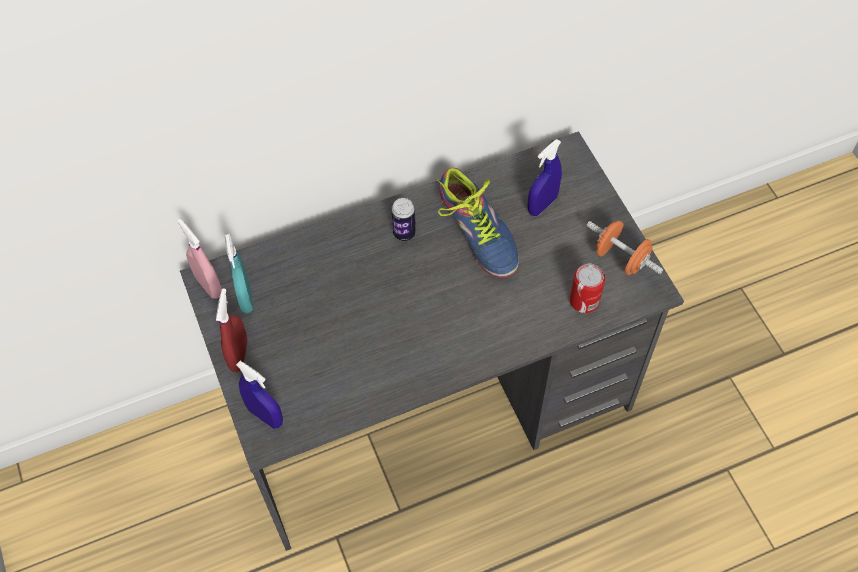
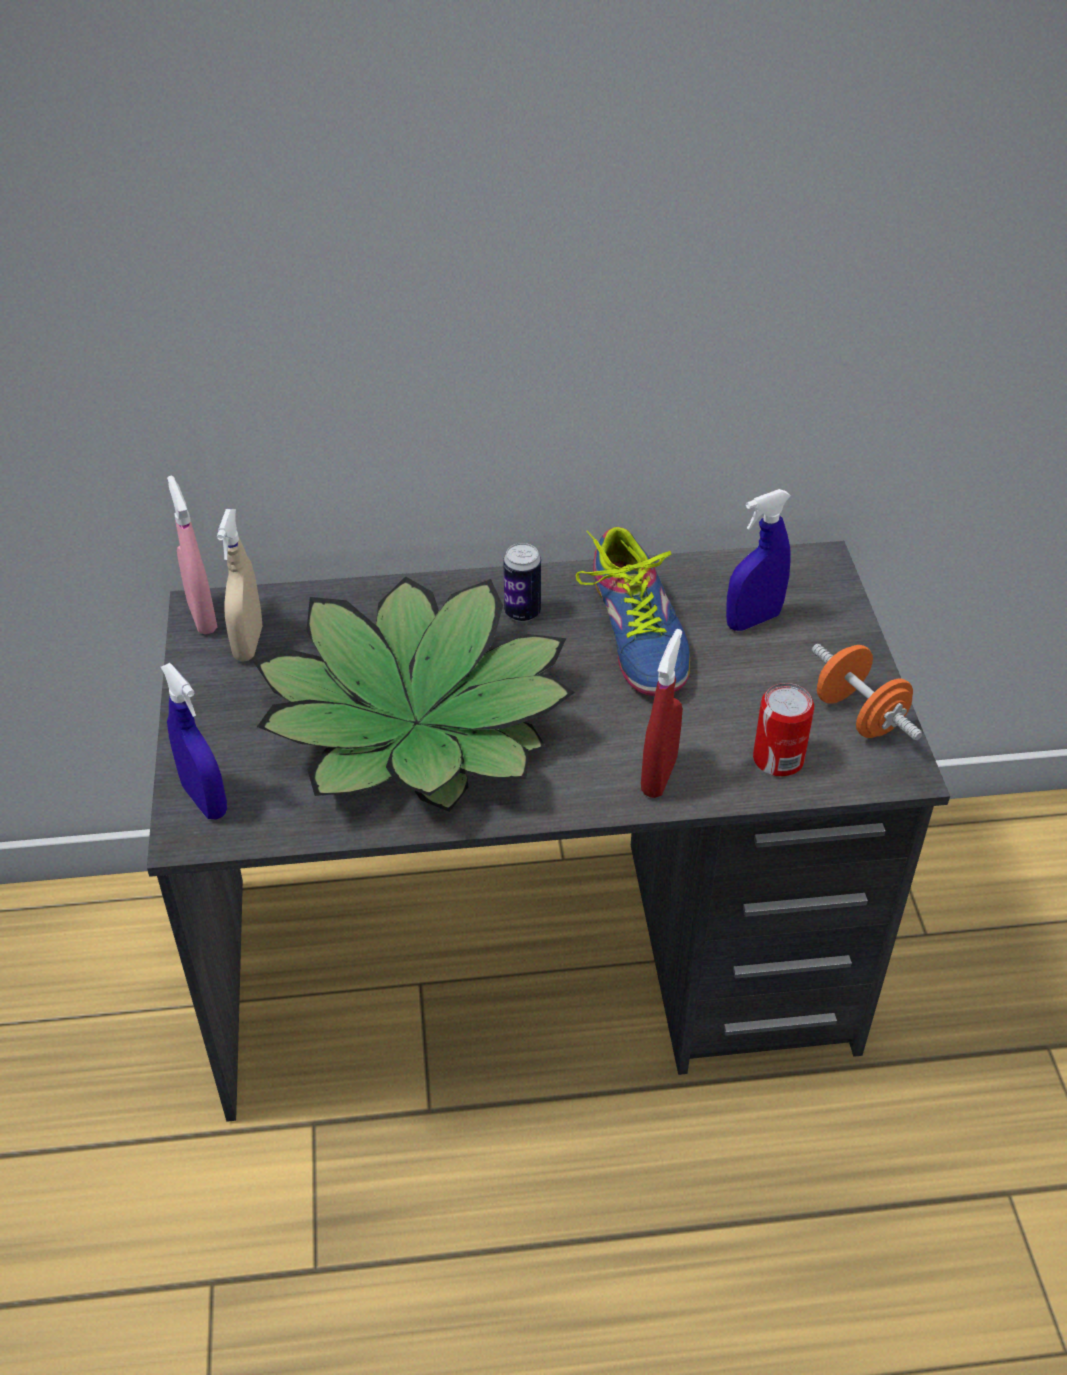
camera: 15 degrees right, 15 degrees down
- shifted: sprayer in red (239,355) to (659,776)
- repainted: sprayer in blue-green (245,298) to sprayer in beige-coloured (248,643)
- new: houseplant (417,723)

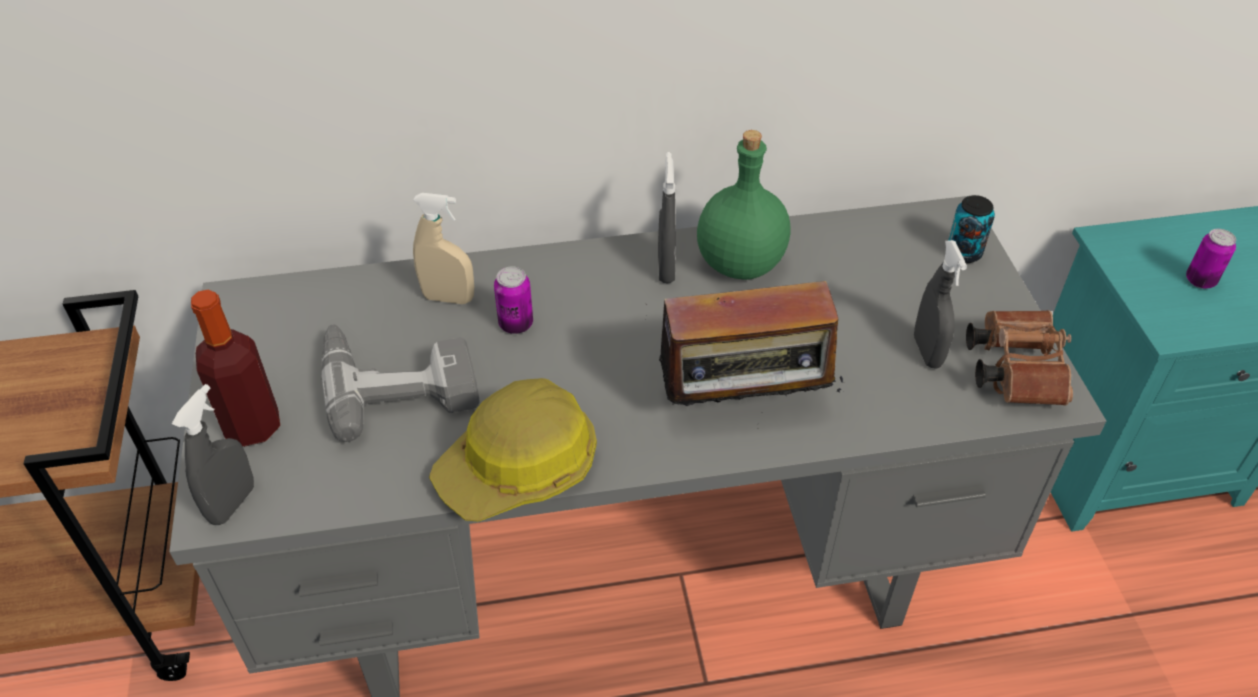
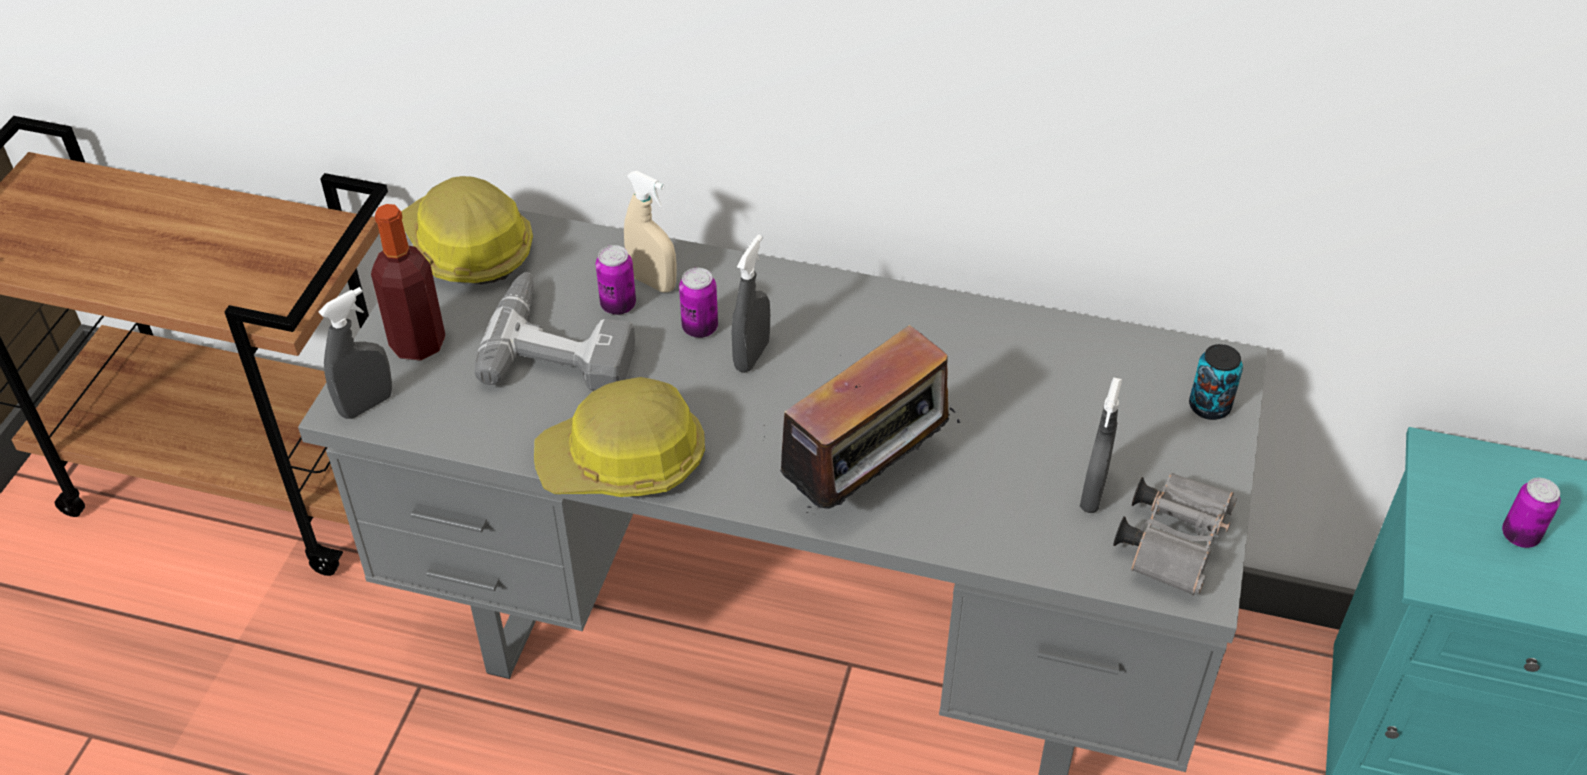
camera: 25 degrees right, 0 degrees up
- rotated: radio set (744,406) = (867,481) 60 degrees counterclockwise
- shifted: sprayer in grey (666,268) to (751,356)
- gone: drink bottle in green-coloured (739,263)
- repainted: binoculars in brownish (1013,368) to binoculars in grey (1173,541)
- new: safety helmet (467,248)
- new: metal can (618,305)

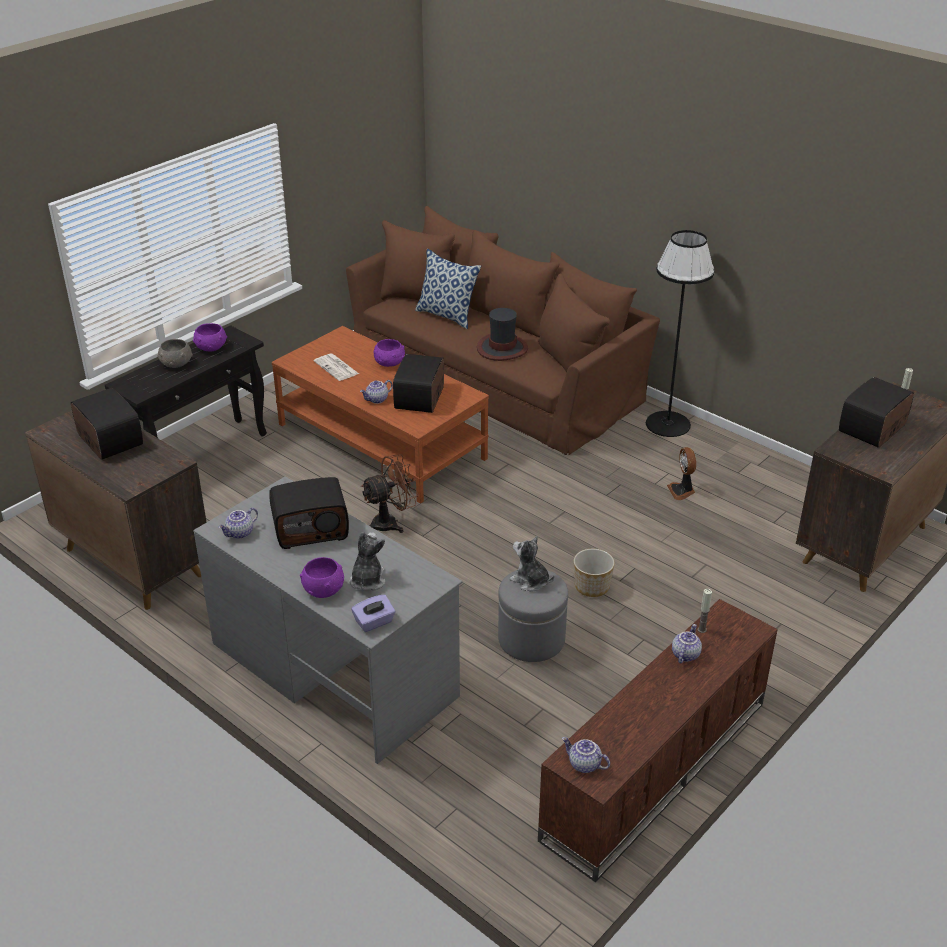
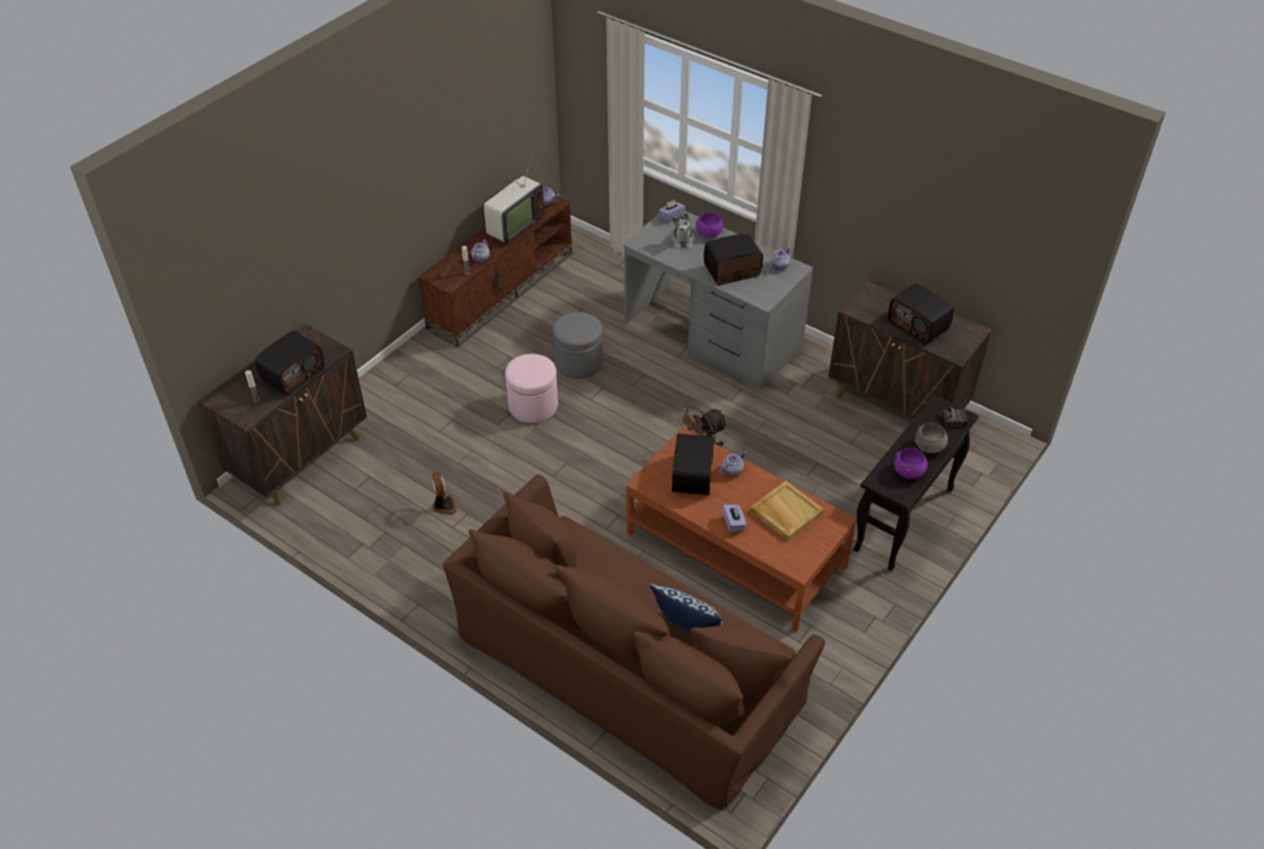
camera: 175 degrees right, 10 degrees up
- swapped: printed paper (337,368) to tray in beige-coloured (785,512)
- swapped: serving bowl in purple-coloured (389,363) to box of tissues in purple-coloured (733,523)
- gone: wearable hat (502,348)
- gone: cuddly toy (530,581)
- swapped: planter (591,587) to ottoman in pink (533,406)
- gone: floor lamp in black (668,424)
- new: TV (512,226)
- new: radio set (952,419)

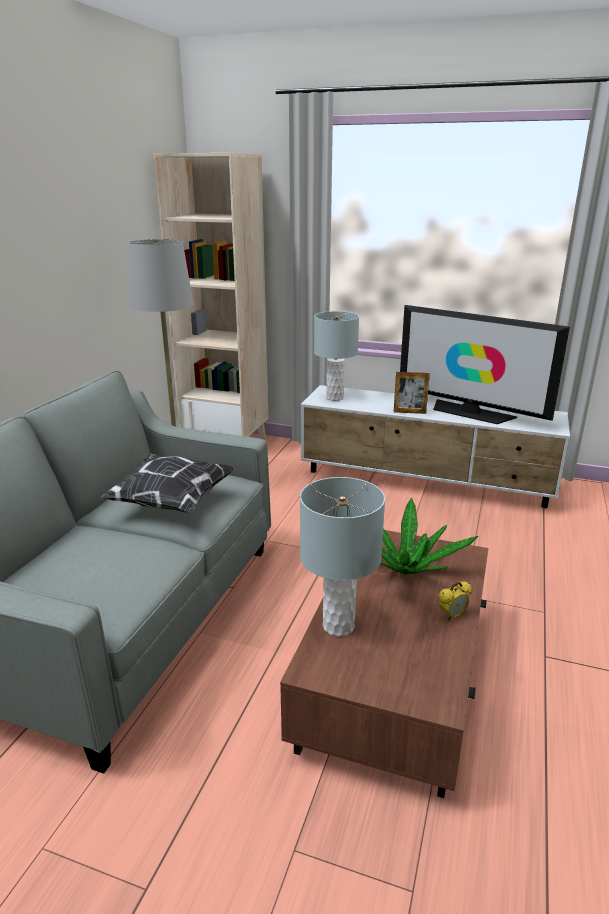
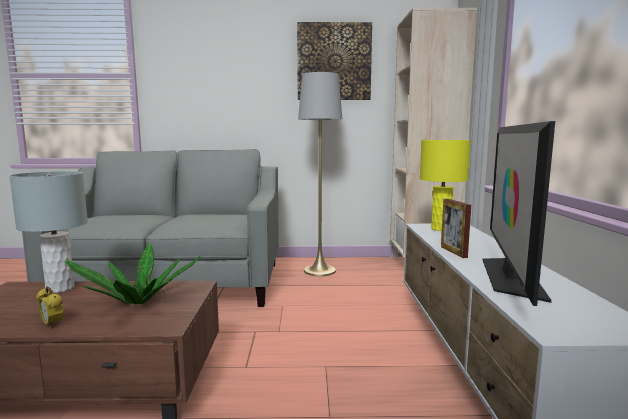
camera: 70 degrees right, 15 degrees down
- gone: throw pillow (171,501)
- repainted: table lamp in grey (335,398) to table lamp in yellow-coloured (441,229)
- new: wall art (334,62)

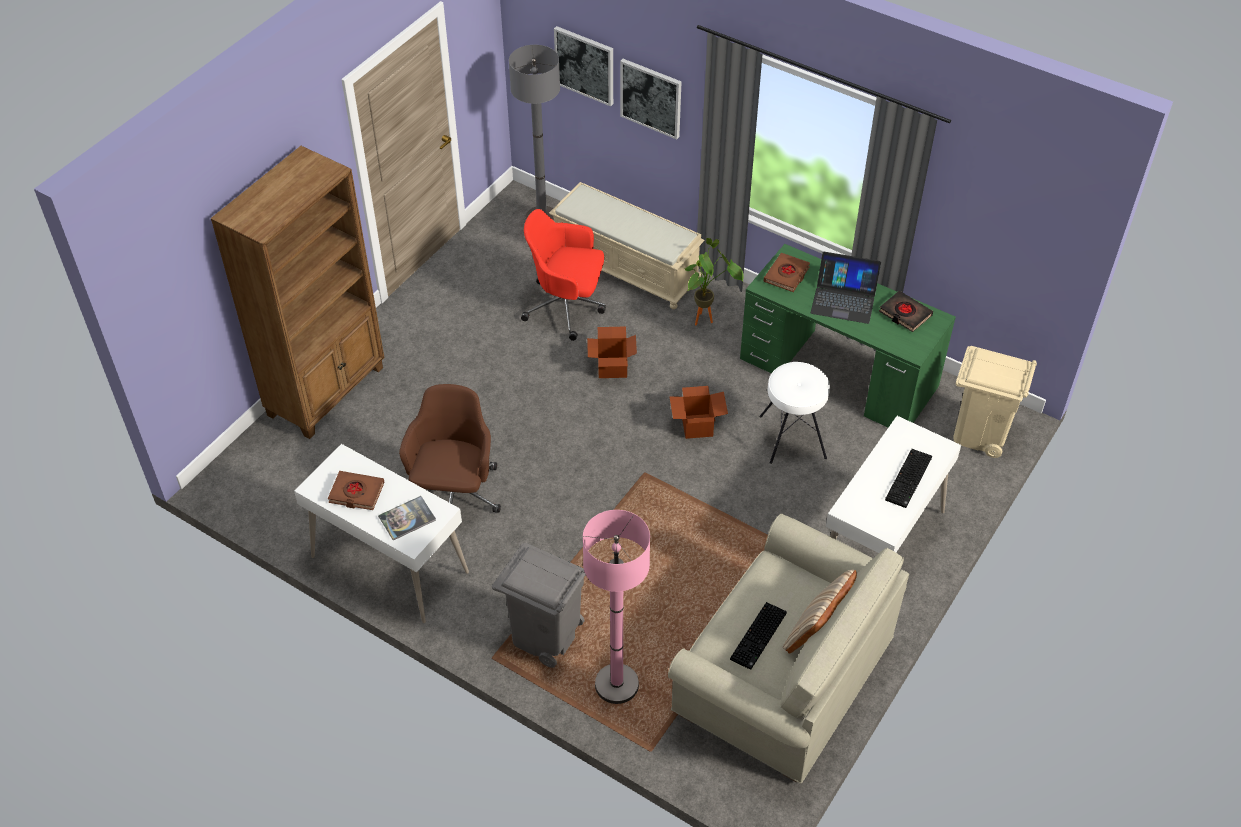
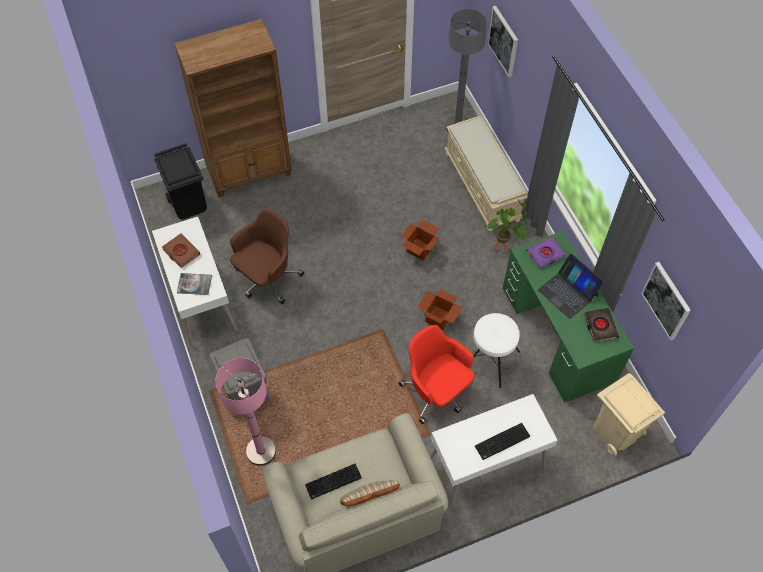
camera: 35 degrees right, 10 degrees up
- shifted: desk chair in red (567,307) to (436,392)
- shifted: wall art (651,98) to (666,300)
- repainted: book in brownish (787,275) to book in purple-coloured (545,254)
- new: waste bin in black (189,203)

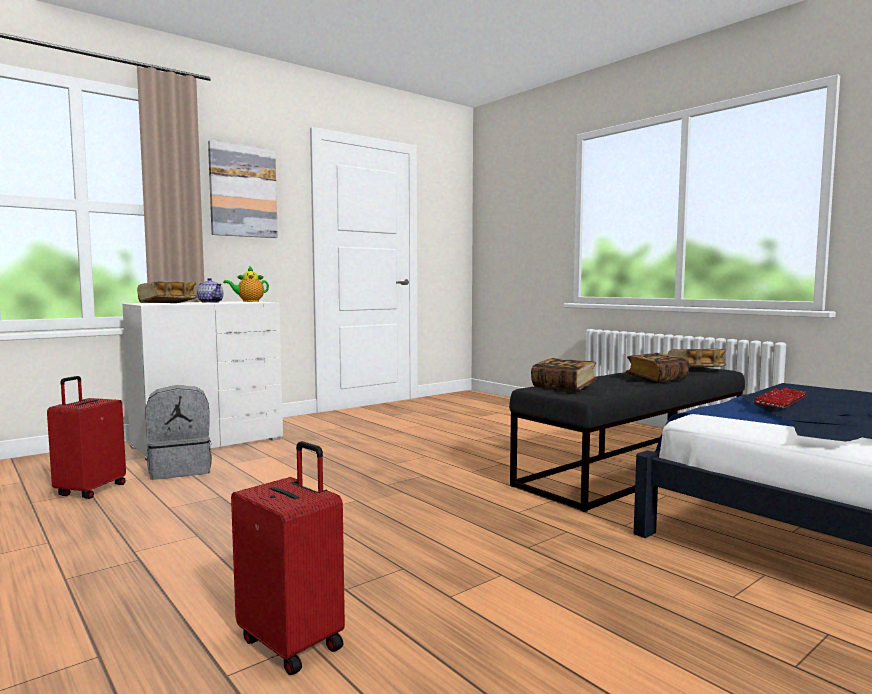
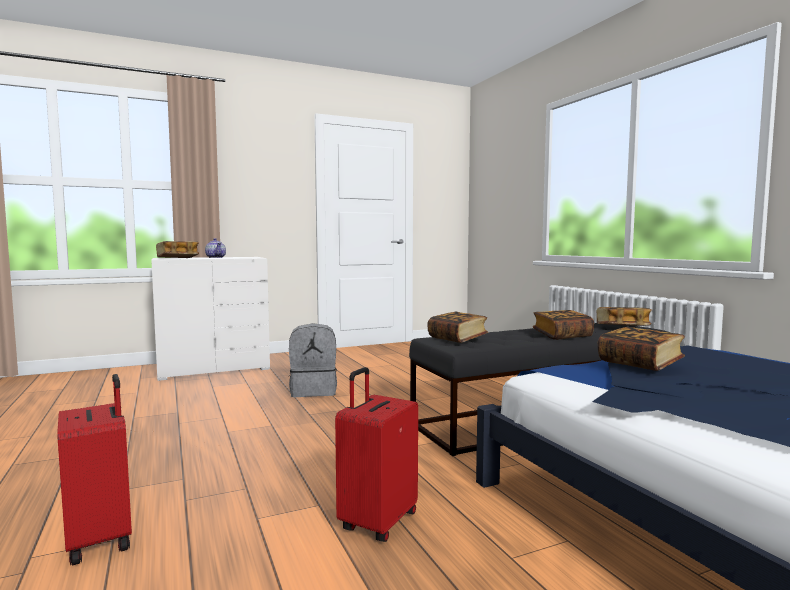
camera: 15 degrees right, 0 degrees up
- shifted: suitcase in red (90,490) to (377,522)
- shifted: rucksack in grey (181,470) to (314,390)
- gone: wall art (243,191)
- gone: pot for tea (249,301)
- swapped: computer keyboard (781,400) to book (639,363)

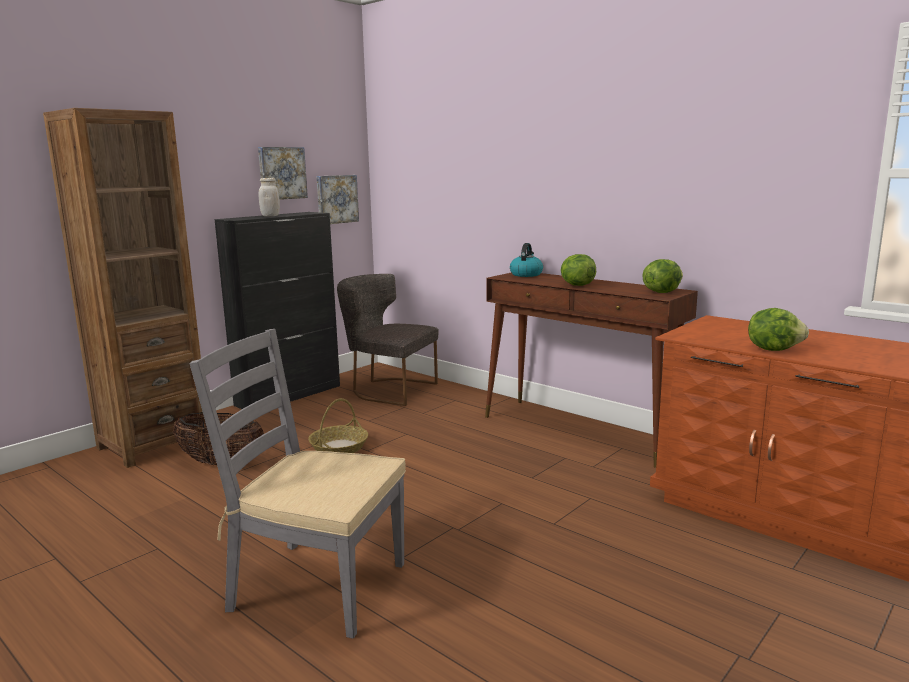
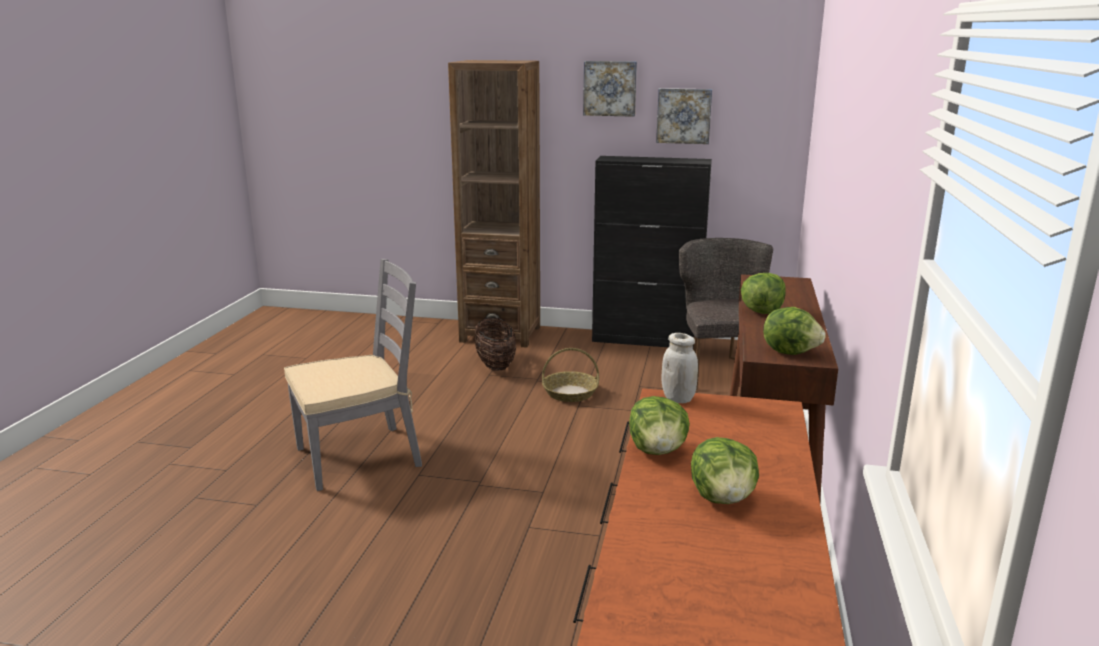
camera: 60 degrees right, 5 degrees up
- rotated: plain chair in grey (317,586) = (360,456) 75 degrees clockwise
- shifted: jar in white (270,216) to (678,398)
- shifted: wall art (336,199) to (610,88)
- gone: kettle (526,274)
- new: lettuce (723,498)

